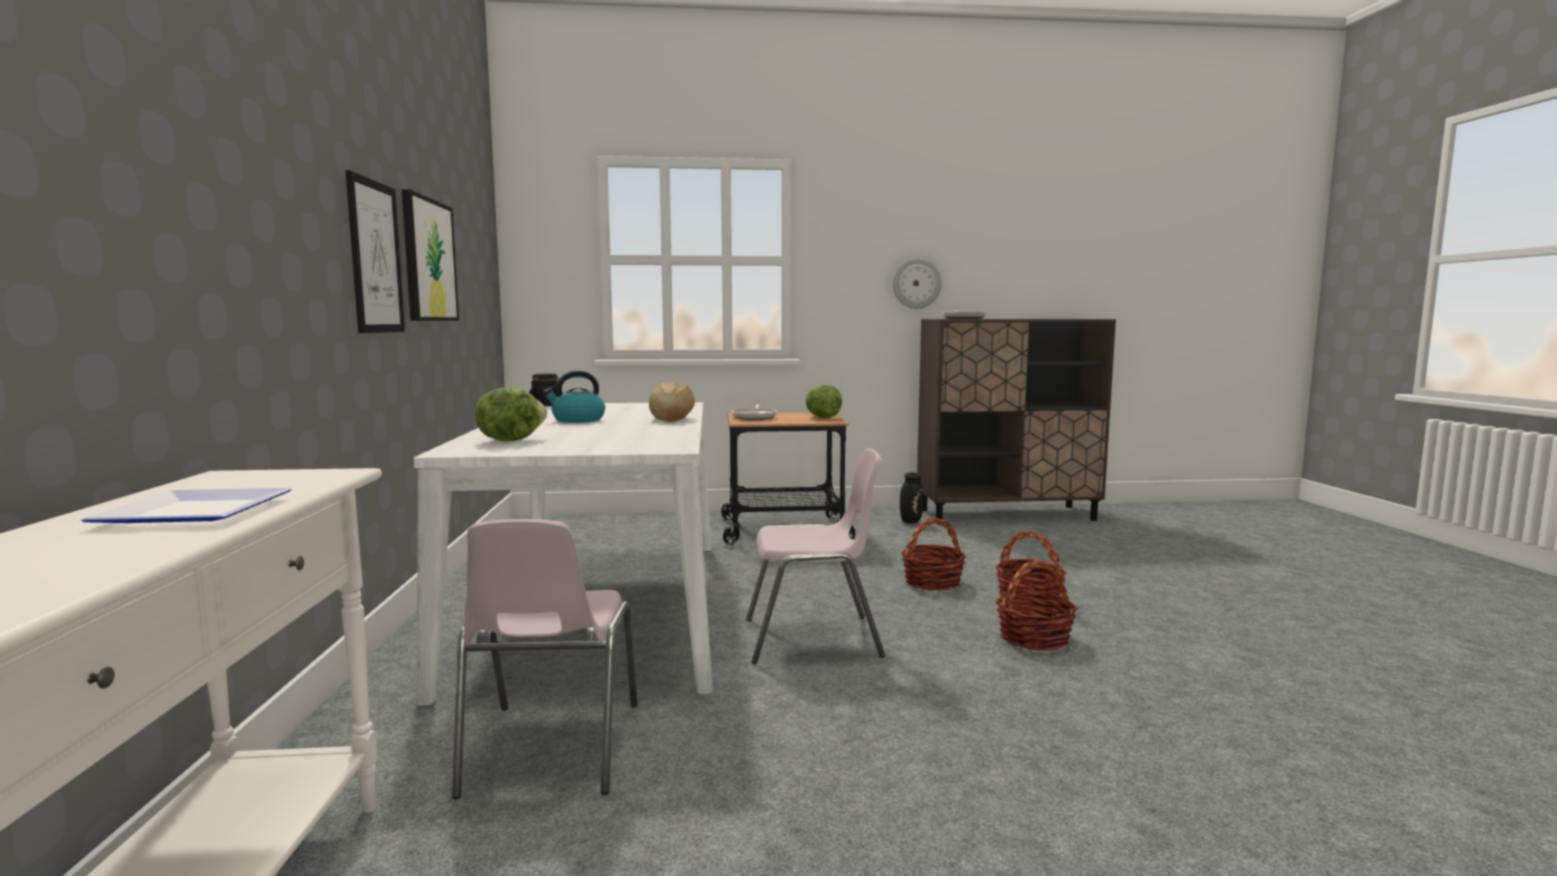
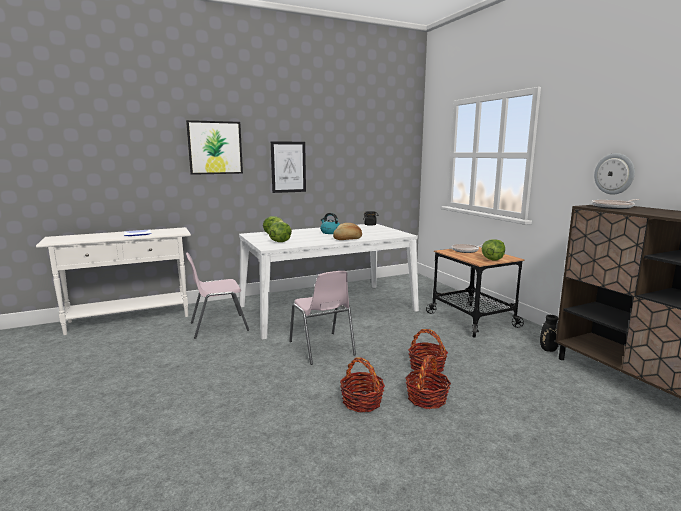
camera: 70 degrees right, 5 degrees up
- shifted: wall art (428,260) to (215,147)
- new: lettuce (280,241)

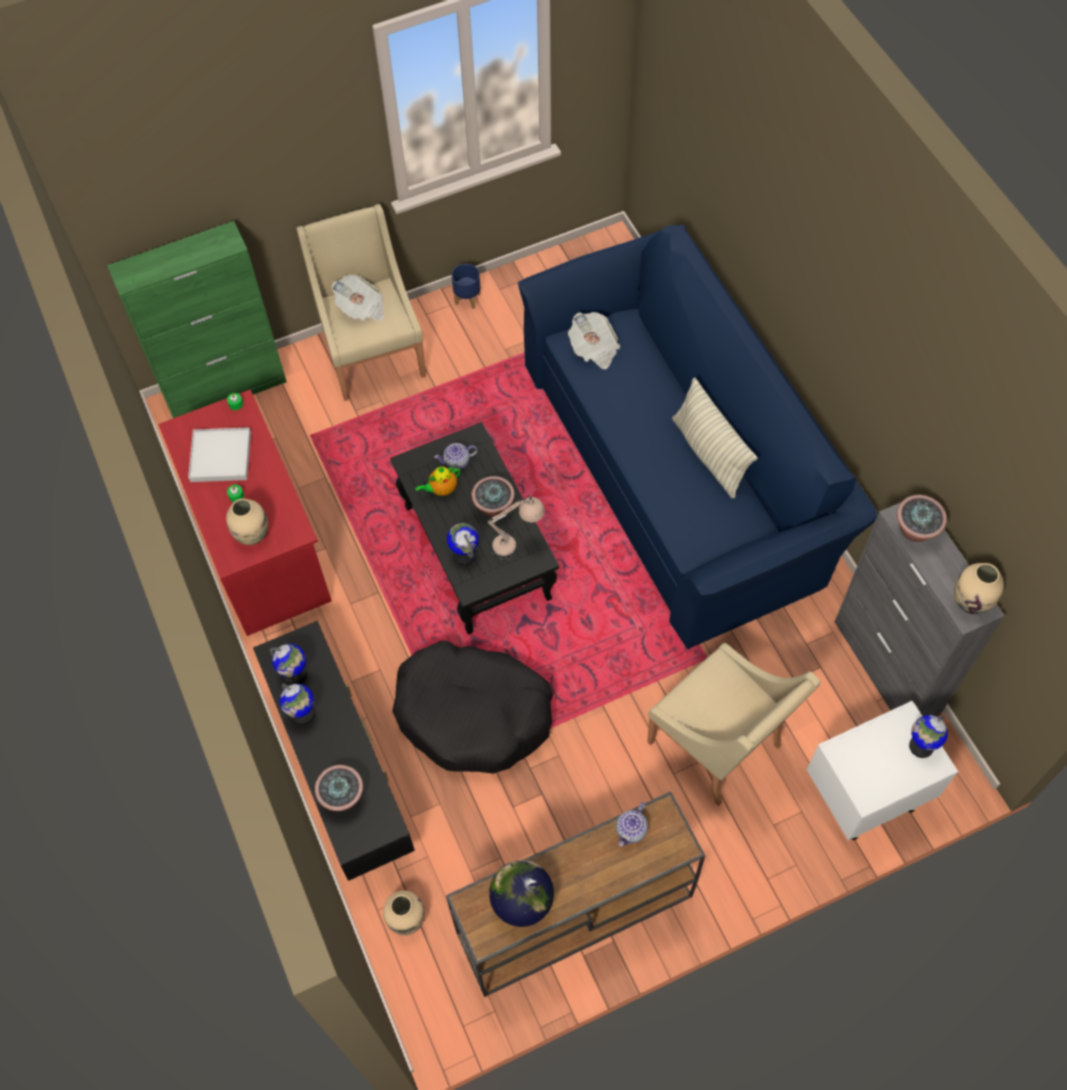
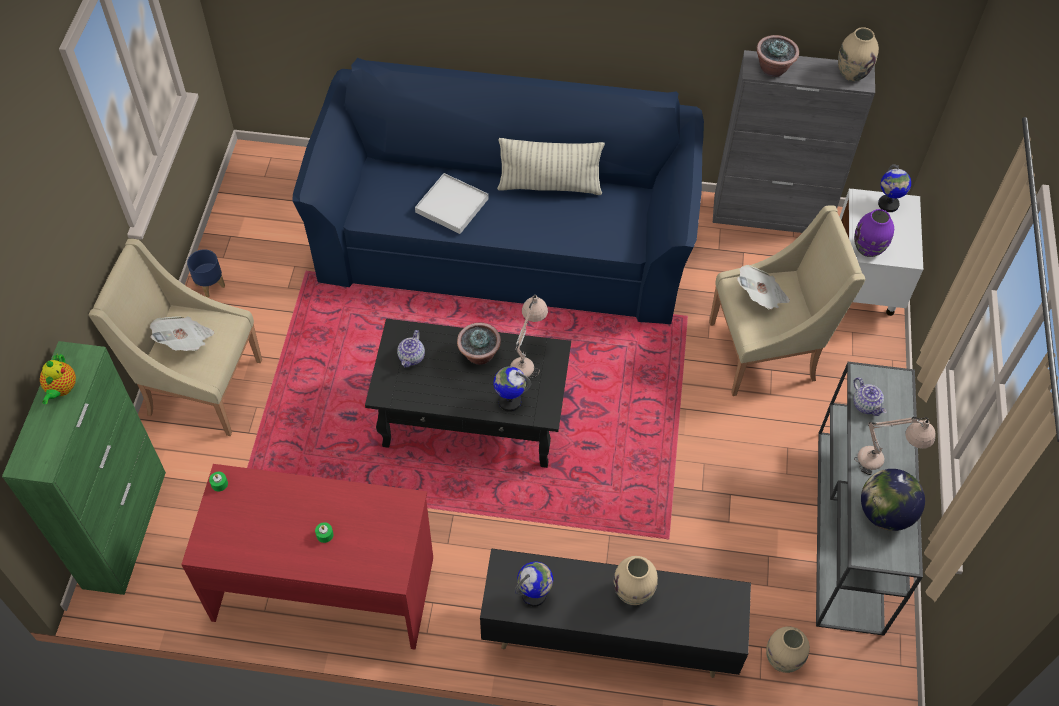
camera: 60 degrees left, 5 degrees down
- shifted: tray in white (221,457) to (452,205)
- shifted: decorative vase in beige-coloured (252,535) to (633,592)
- gone: desk globe (303,714)
- gone: houseplant (342,796)
- gone: dog bed in black (473,714)
- shifted: pot for tea (441,489) to (61,389)
- repainted: hall table in brownish (572,916) to hall table in grey (850,531)
- shifted: printed paper (594,349) to (761,297)
- new: decorative vase in purple-coloured (868,249)
- new: table lamp in beige-coloured (884,464)

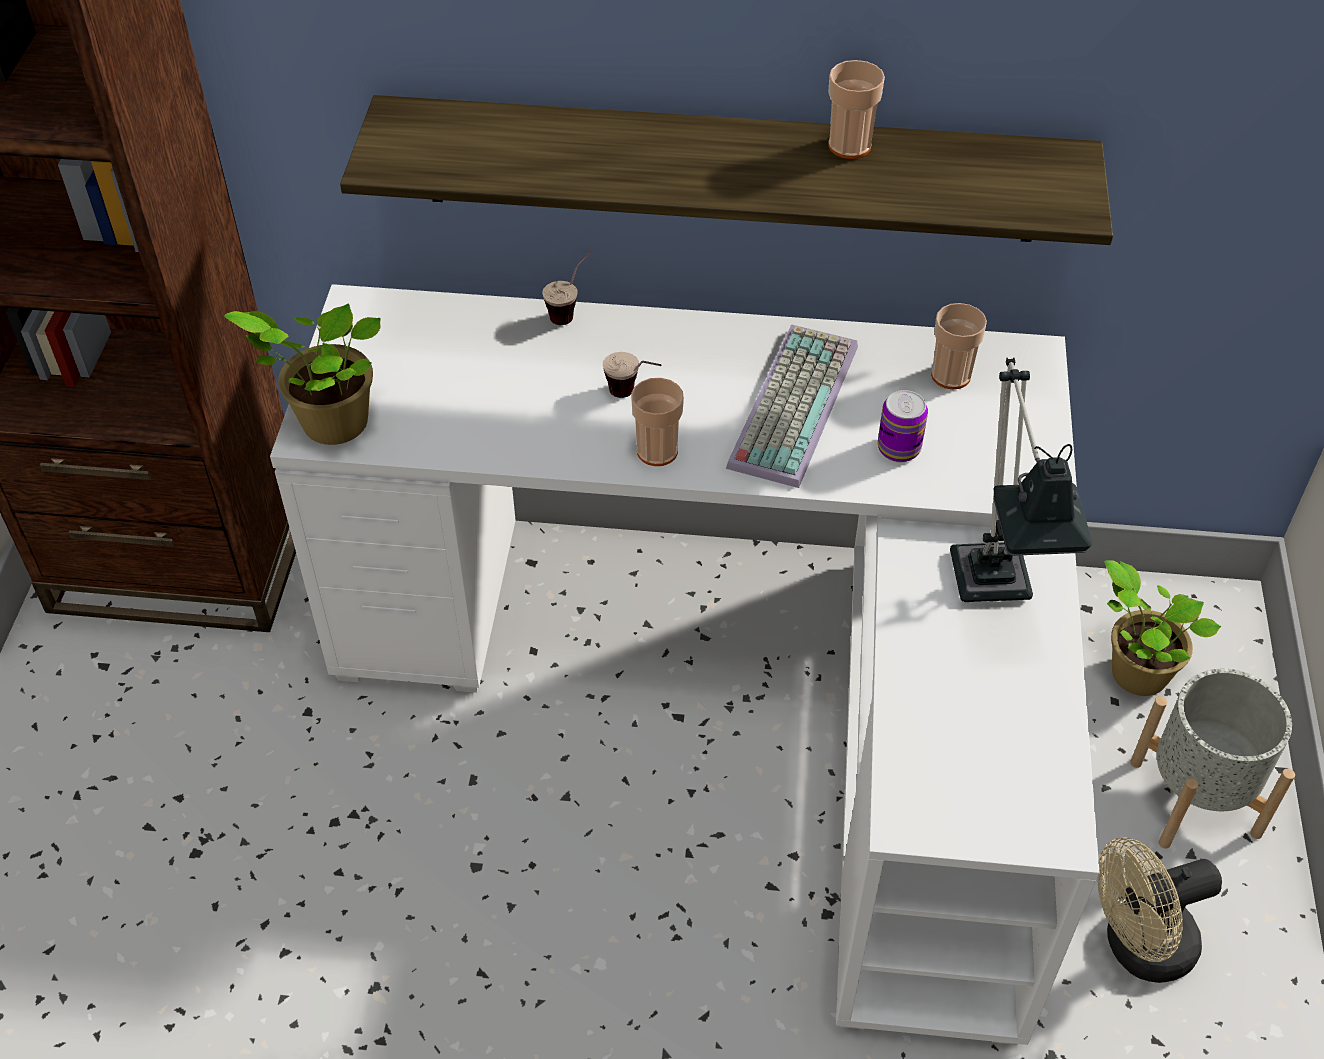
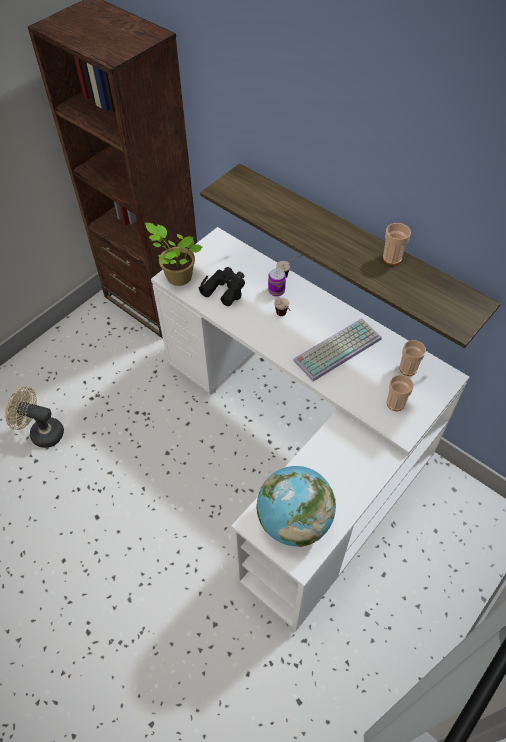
camera: 35 degrees right, 5 degrees up
- shifted: drinking cup (657,451) to (395,403)
- shifted: metal can (899,448) to (276,291)
- gone: table lamp (994,593)
- shifted: fan in beige-coloured (1137,947) to (42,432)
- gone: houseplant (1134,672)
- gone: planter in grey (1195,798)
- new: binoculars in black (225,288)
- new: desk globe (294,521)

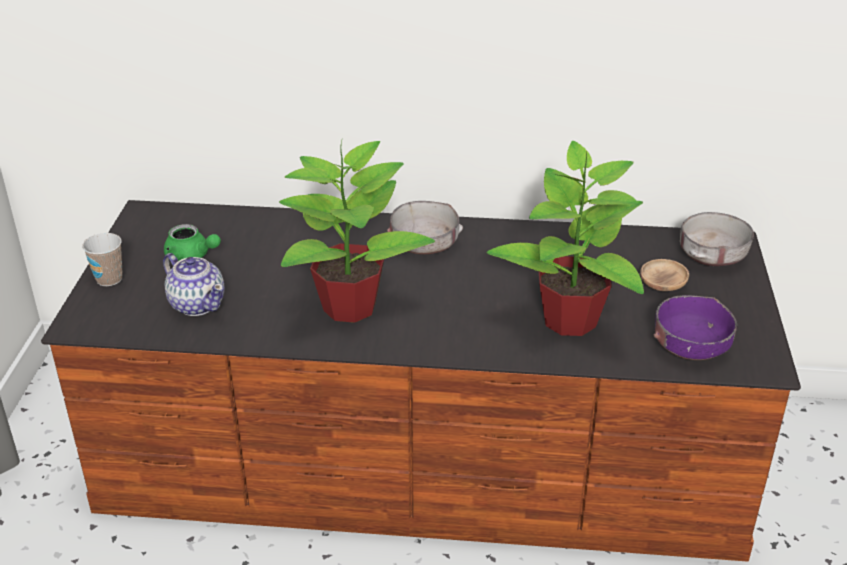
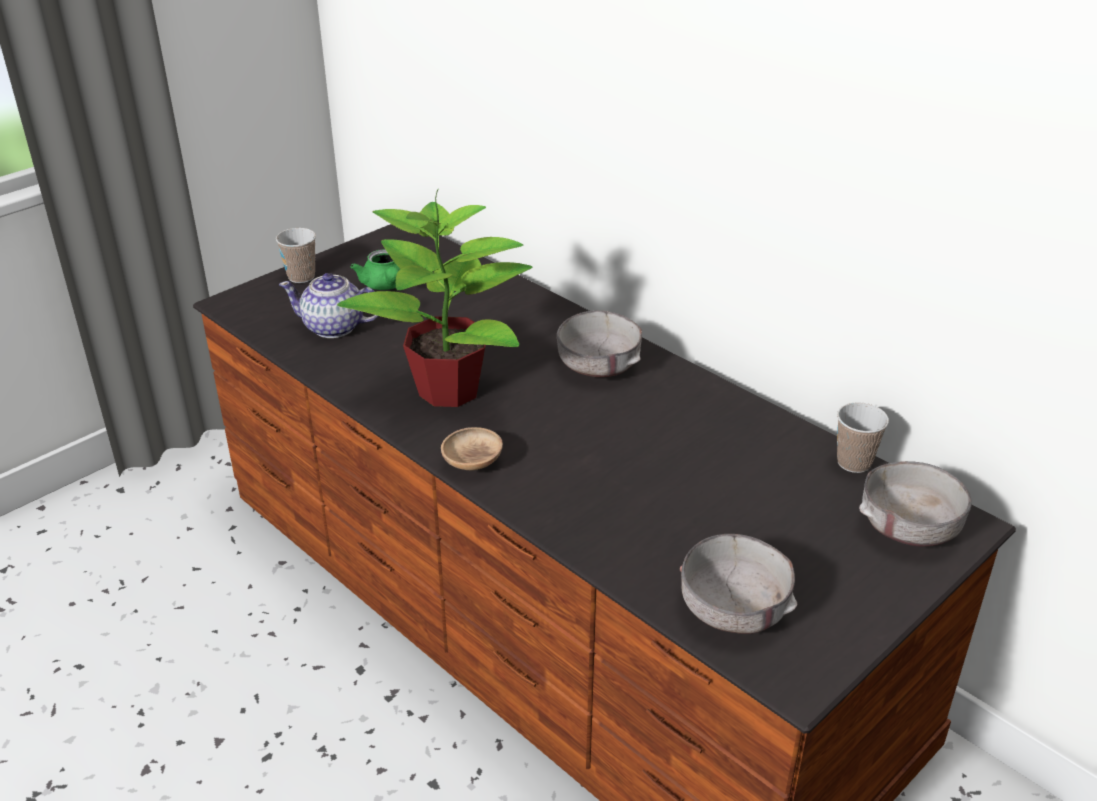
camera: 40 degrees right, 0 degrees up
- rotated: pot for tea (197,304) = (334,327) 105 degrees clockwise
- gone: houseplant (569,321)
- shifted: serving bowl in brownish (662,286) to (472,463)
- repainted: serving bowl in purple-coloured (690,346) to serving bowl in grey (732,608)
- new: drinking cup (854,462)

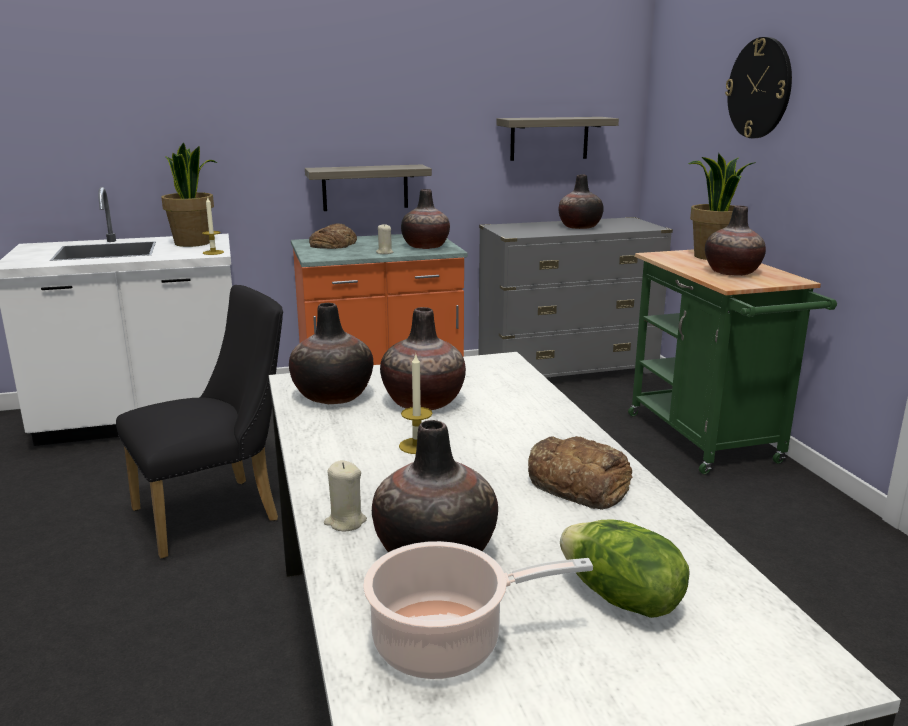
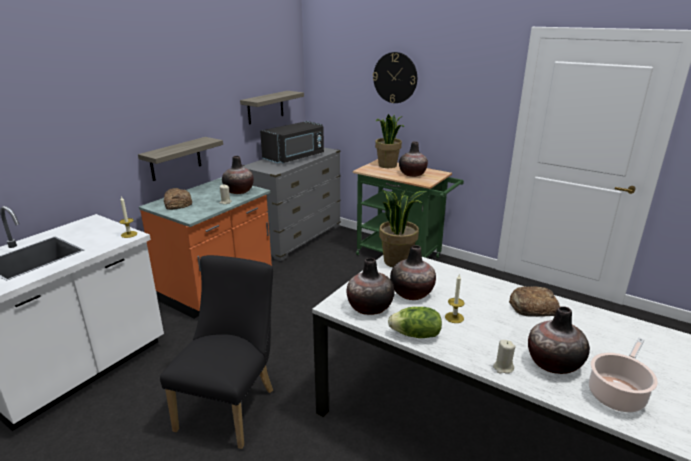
camera: 40 degrees left, 5 degrees up
- shifted: houseplant (193,243) to (397,261)
- swapped: decorative vase (579,227) to microwave in black (295,157)
- shifted: lettuce (620,599) to (416,335)

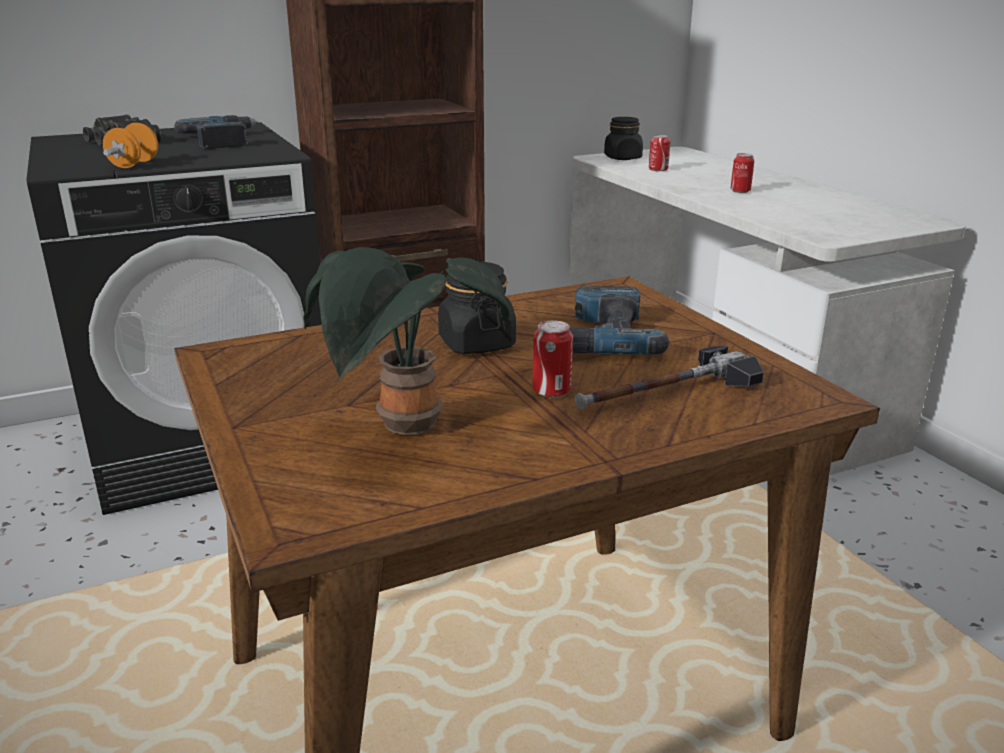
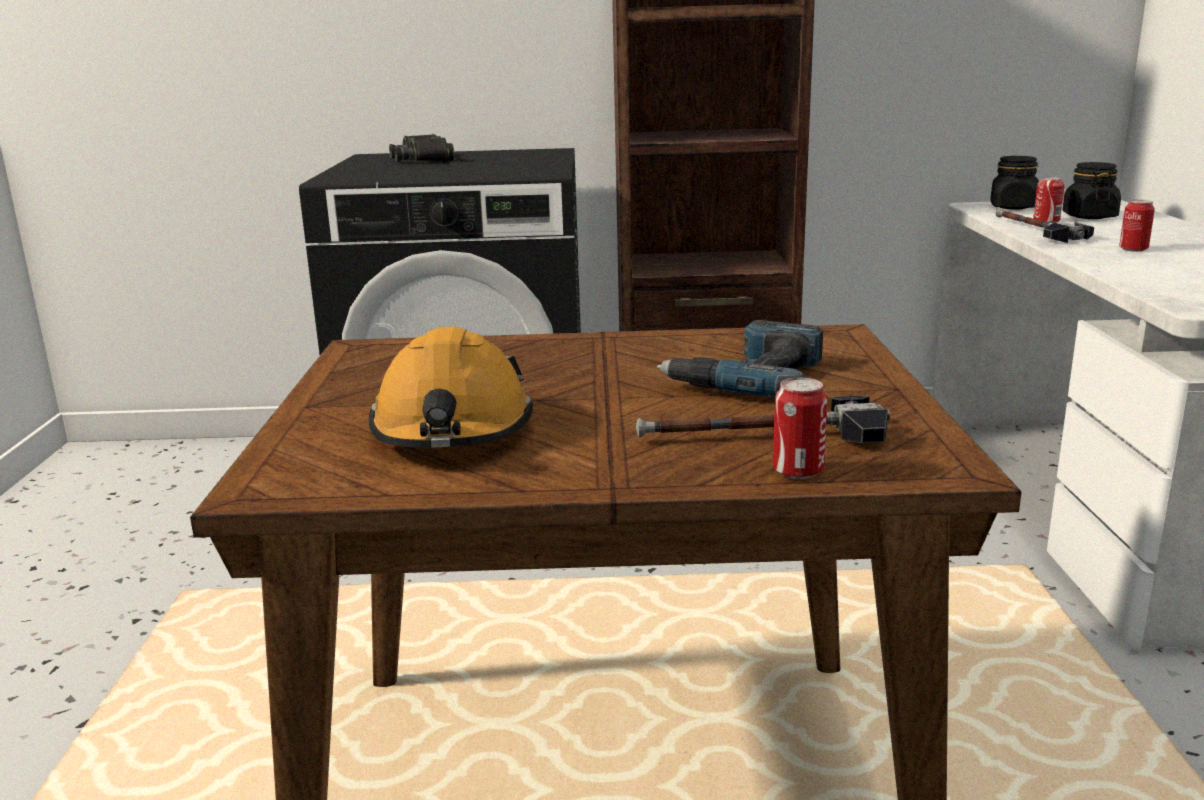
camera: 25 degrees right, 5 degrees down
- gone: hand weight in orange (134,165)
- gone: power drill (225,140)
- swapped: houseplant (407,428) to safety helmet in orange (452,429)
- shifted: jar in black (476,343) to (1089,216)
- shifted: metal can (551,391) to (798,471)
- new: hand hammer (1035,230)

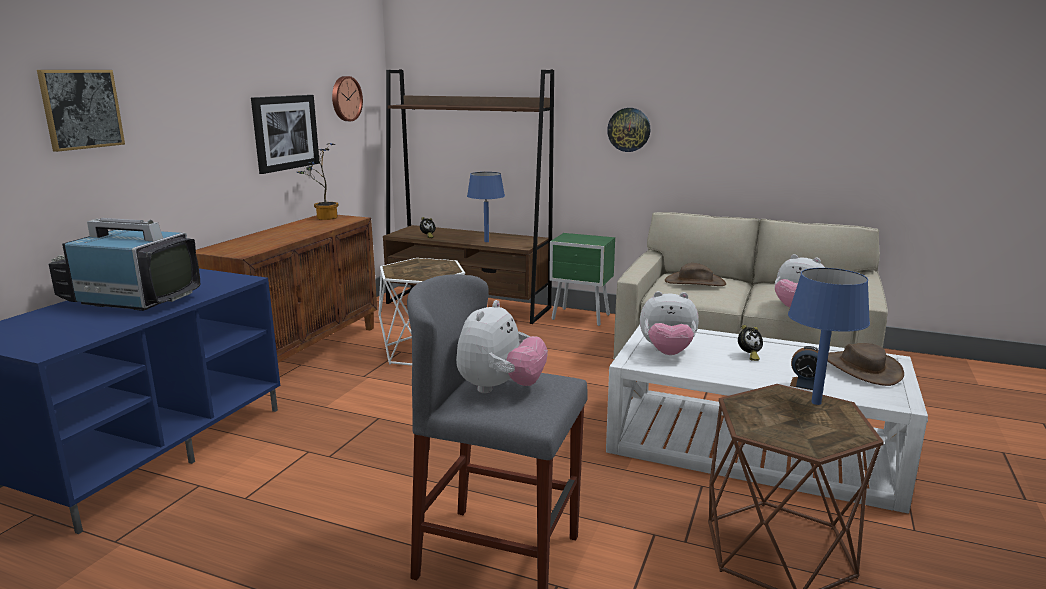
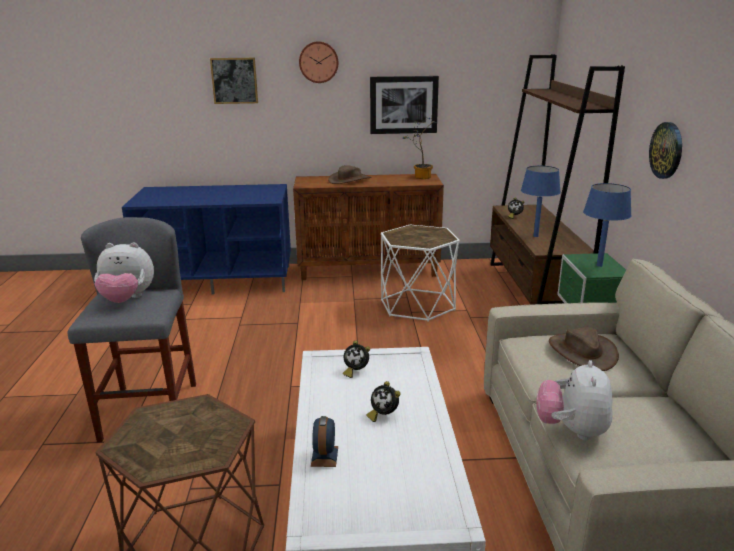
camera: 65 degrees right, 5 degrees up
- gone: TV (130,300)
- shifted: hanging clock (345,98) to (318,62)
- swapped: cuddly toy (667,353) to bedside clock (355,371)
- shifted: table lamp in bluish (816,402) to (599,265)
- shifted: wearable hat in brownish (861,368) to (350,180)

